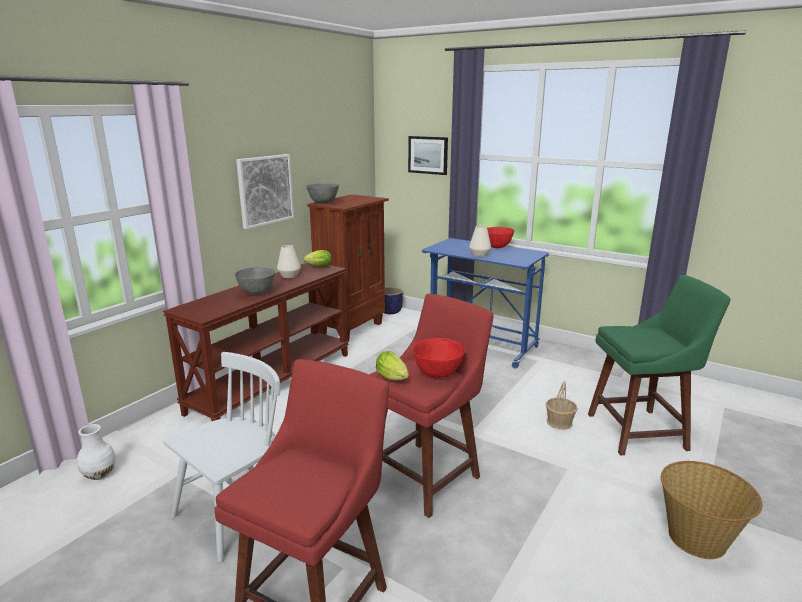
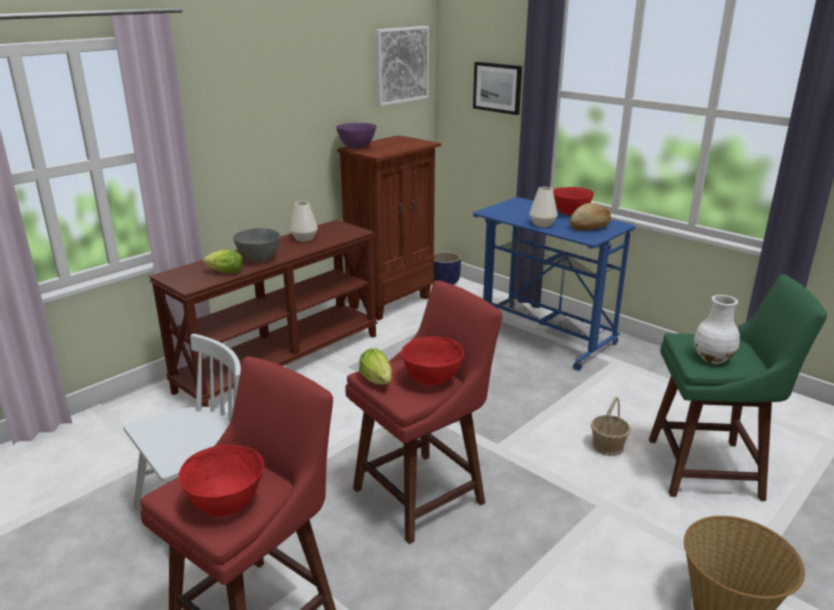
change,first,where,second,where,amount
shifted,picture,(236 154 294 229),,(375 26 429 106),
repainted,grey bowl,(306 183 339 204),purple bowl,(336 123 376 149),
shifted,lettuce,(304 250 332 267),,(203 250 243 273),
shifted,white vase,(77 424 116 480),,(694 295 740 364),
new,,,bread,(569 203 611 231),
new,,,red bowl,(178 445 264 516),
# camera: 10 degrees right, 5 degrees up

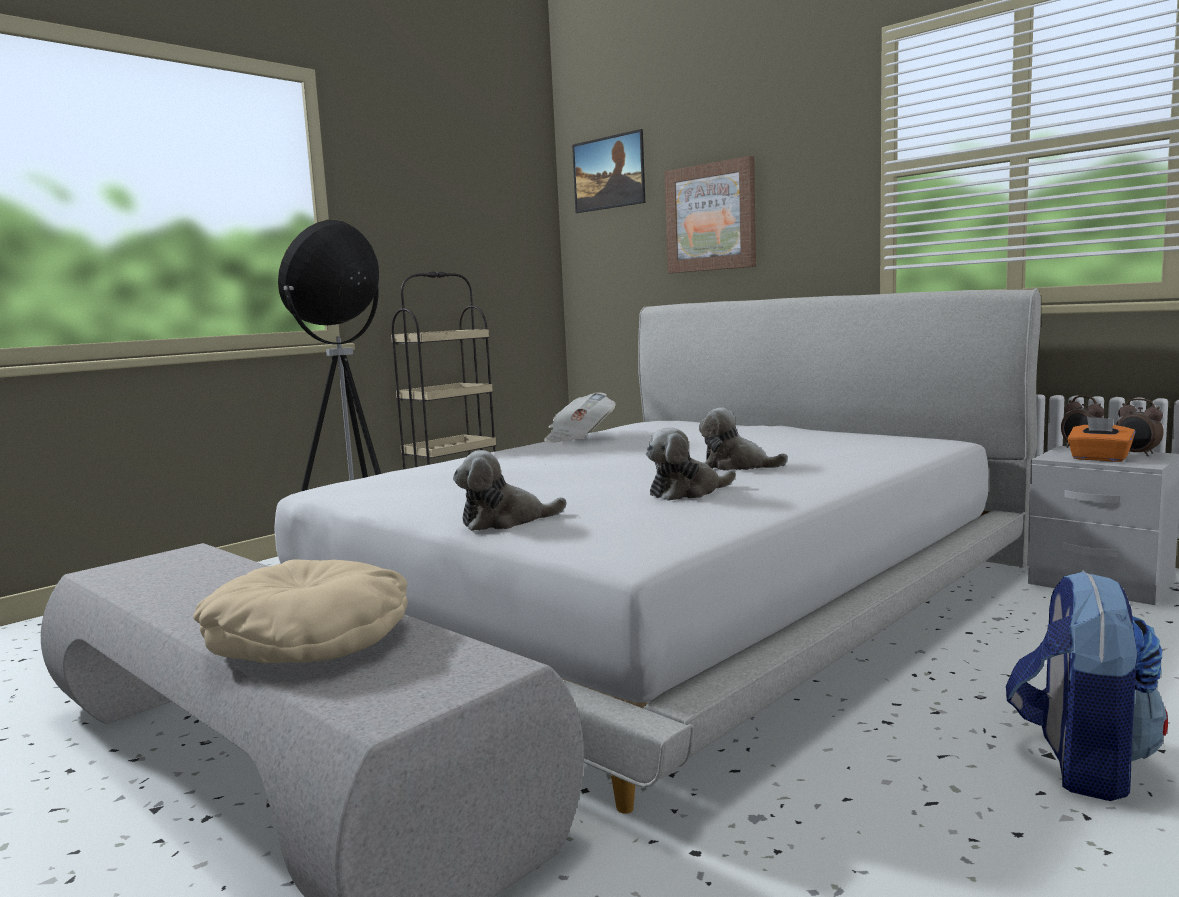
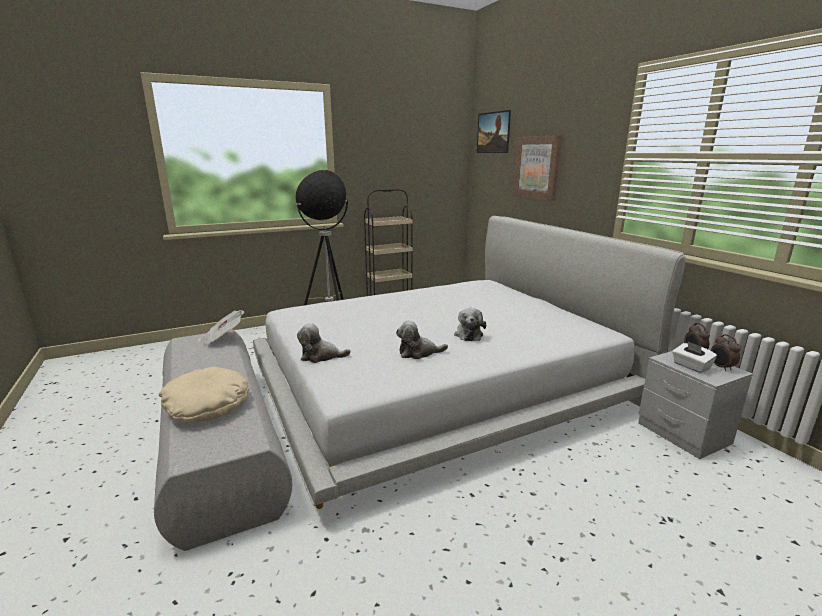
change,first,where,second,where,amount
shifted,newspaper,(544 392 616 443),,(197 310 244 345),
rotated,plush toy,(699 408 788 470),,(454 308 486 341),135 degrees counterclockwise
repainted,orange tissue box,(1067 417 1135 462),white tissue box,(672 341 717 373),
gone,backpack,(1006 570 1168 801),,,
# camera: 20 degrees right, 10 degrees up

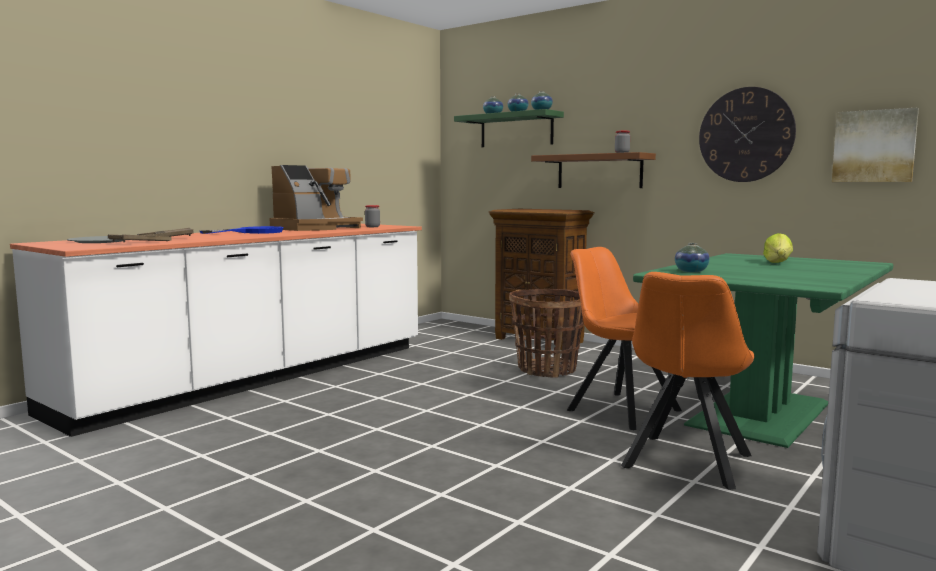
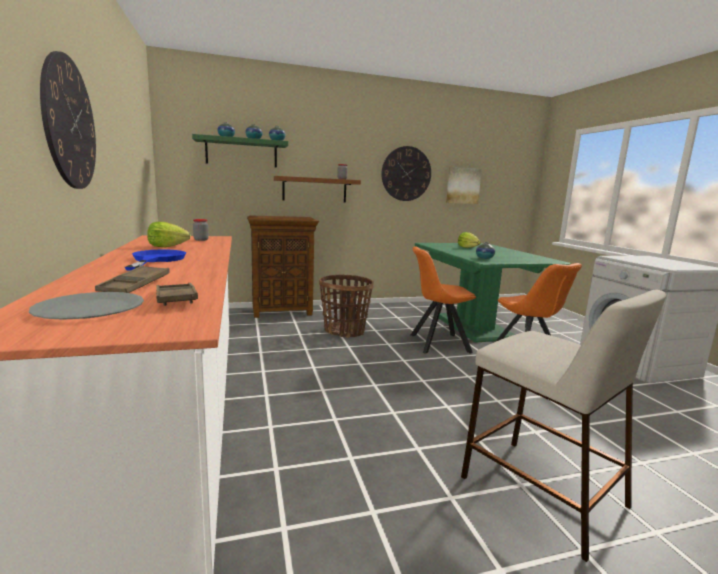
change,first,where,second,where,amount
swapped,coffee machine,(270 165 363 231),lettuce,(147 222 191 247),
new,,,wall clock,(40 51 96 189),
new,,,beige stool,(461 290 666 562),
# camera: 55 degrees left, 5 degrees up

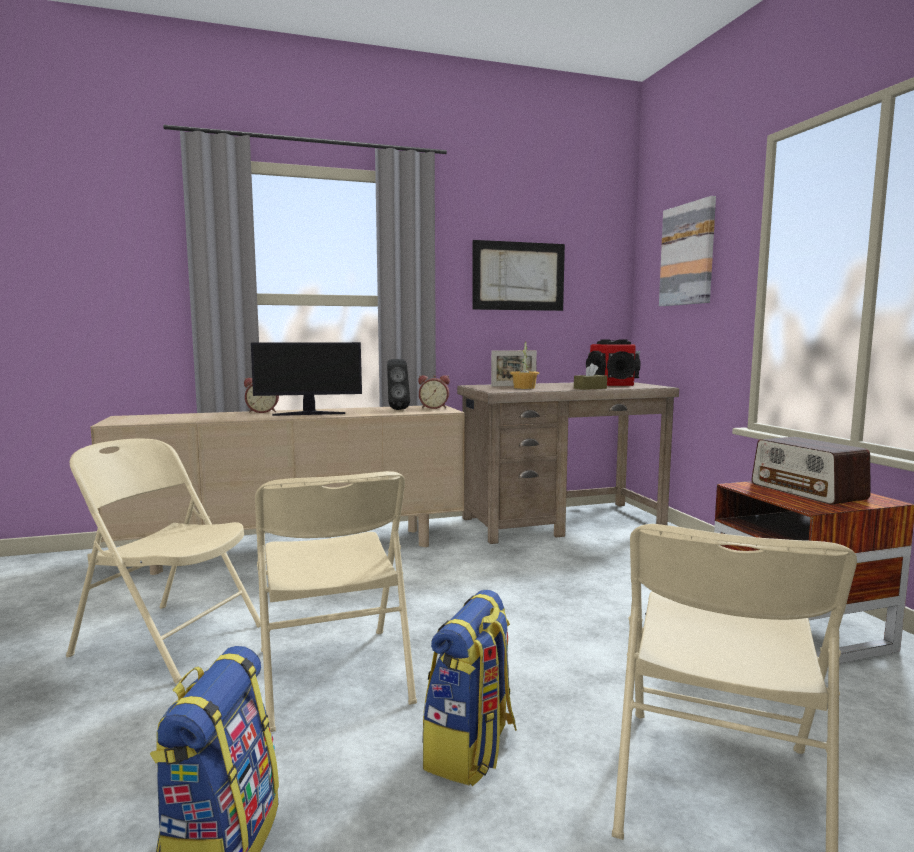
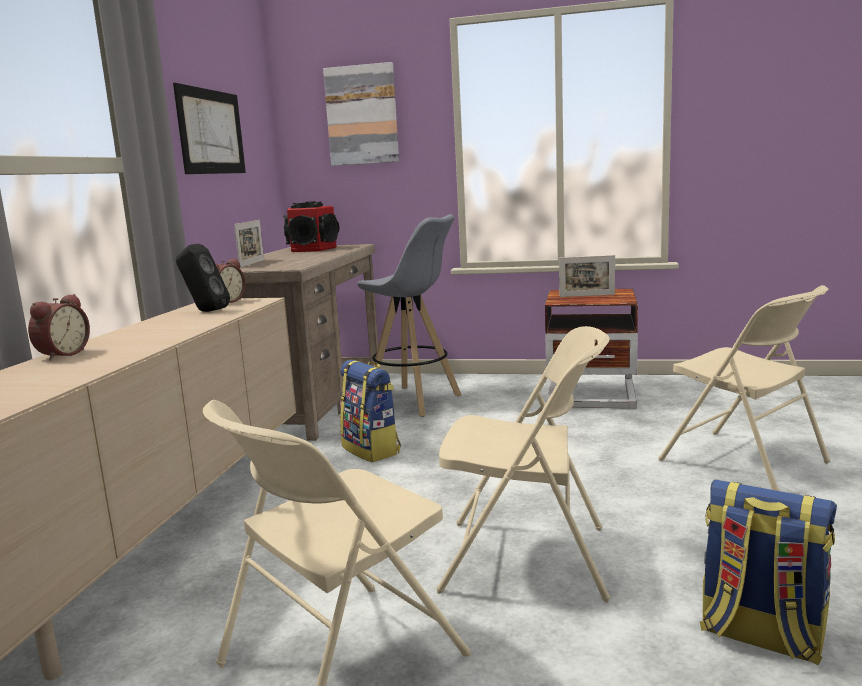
change,first,where,second,where,amount
gone,monitor,(251 342 362 416),,,
gone,potted plant,(510 342 539 389),,,
gone,brown tissue box,(574 363 607 390),,,
swapped,radio,(752 437 871 504),picture frame,(559 255 615 297),
shifted,backpack,(422 589 517 786),,(340 360 401 462),
new,,,grey stool,(357 214 462 417),
# camera: 60 degrees left, 5 degrees up

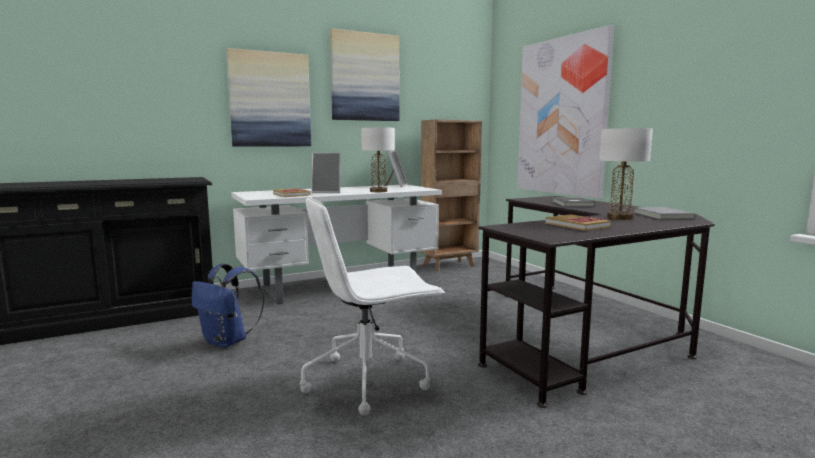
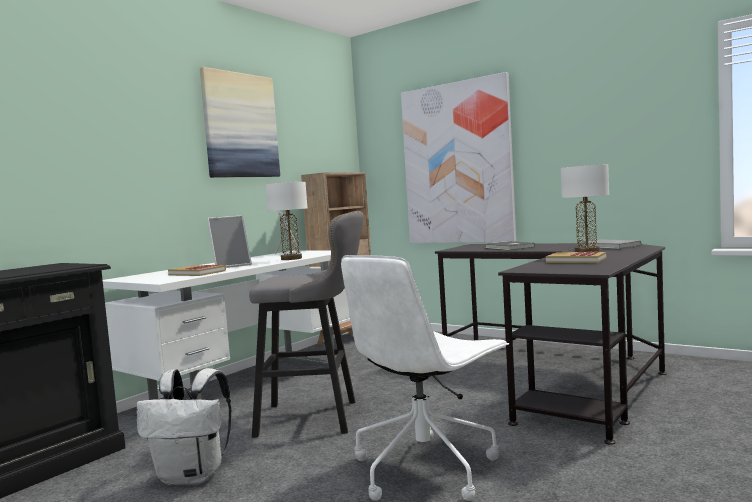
change,first,where,second,where,amount
gone,picture,(226 48 311 147),,,
repainted,blue backpack,(192 264 264 348),white backpack,(136 368 231 485),
new,,,grey stool,(249 211 364 438),
# camera: 25 degrees left, 5 degrees down

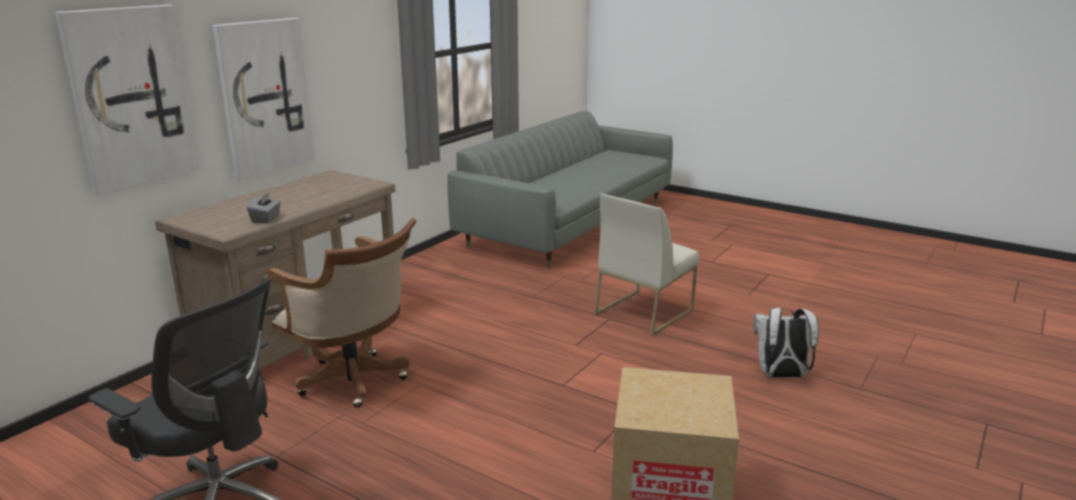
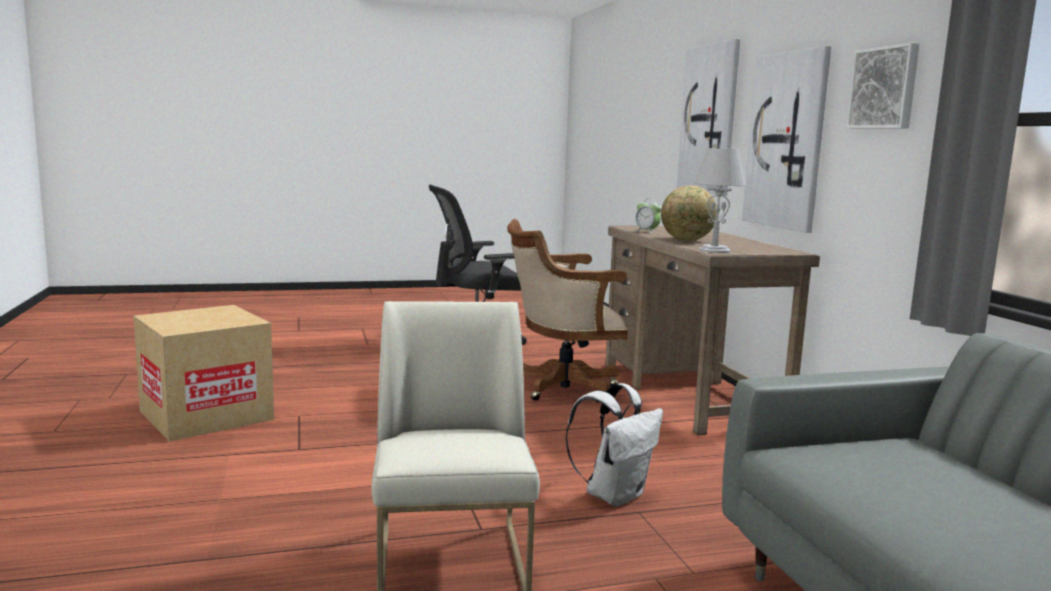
change,first,where,second,where,amount
swapped,grey tissue box,(247 192 281 223),alarm clock,(635 198 662 234),
shifted,white backpack,(753 308 819 378),,(565 383 663 507),
new,,,picture,(846 43 920 129),
new,,,grey table lamp,(694 148 746 253),
new,,,globe,(661 185 717 241),
# camera: 130 degrees right, 10 degrees down

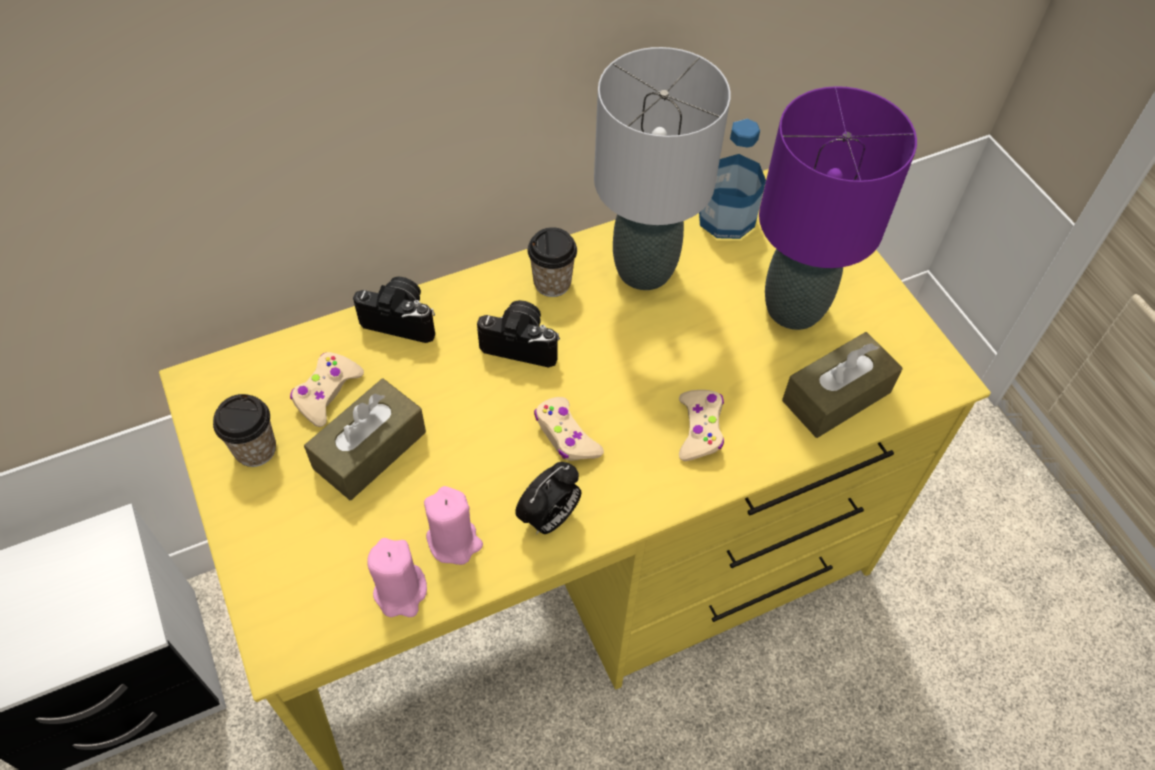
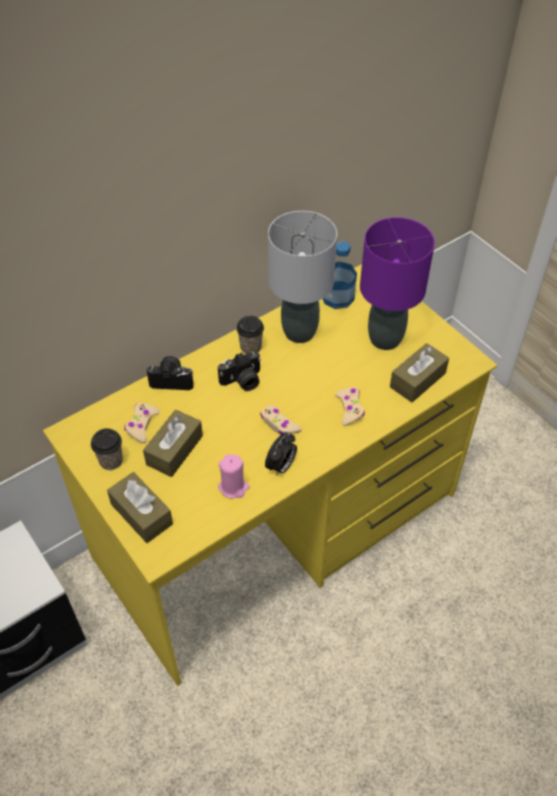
change,first,where,second,where,amount
rotated,photo camera,(477 300 560 368),,(218 351 261 391),150 degrees clockwise
gone,pink candle,(367 538 427 617),,,
new,,,brown tissue box,(107 472 173 543),
# camera: 10 degrees left, 5 degrees down

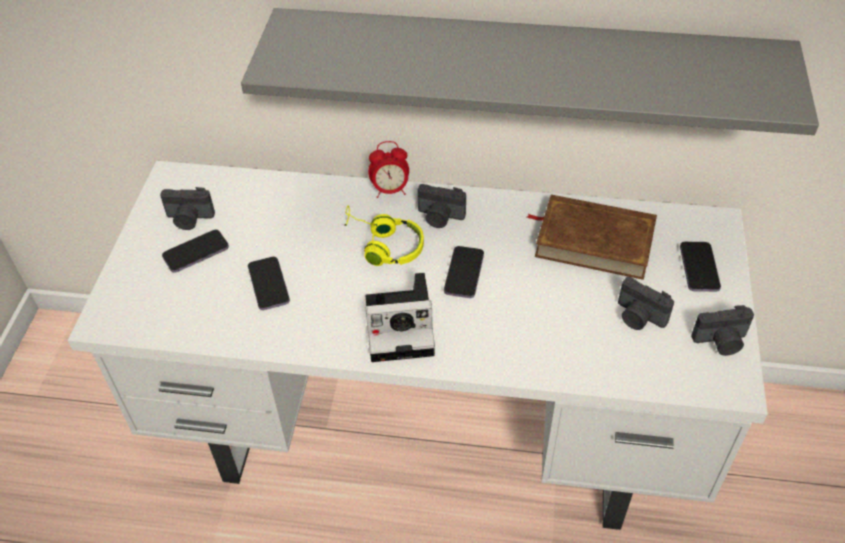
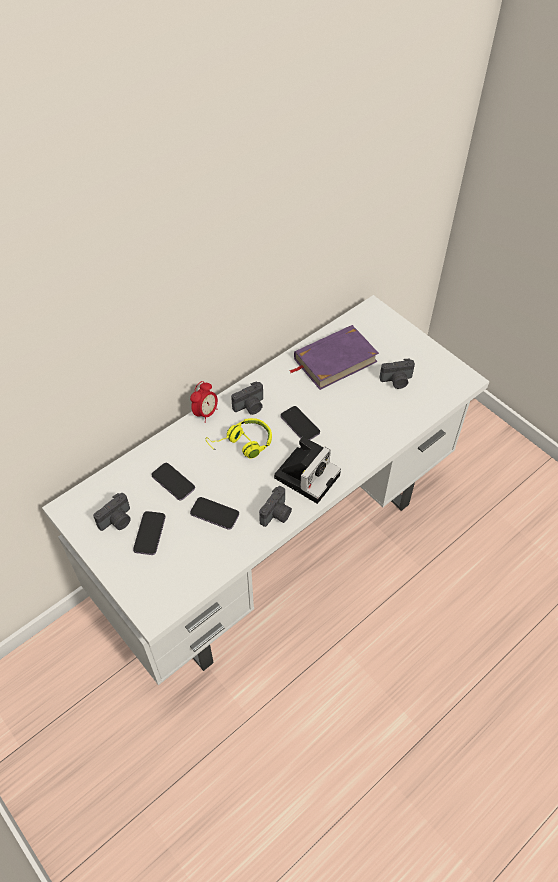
change,first,where,second,where,amount
gone,grey shelf,(241 8 819 135),,,
repainted,brown book,(527 195 657 280),purple book,(290 325 379 390),
shifted,phone,(680 242 721 292),,(151 463 195 500),
shifted,photo camera,(691 305 754 356),,(259 486 292 527),
# camera: 50 degrees left, 5 degrees up

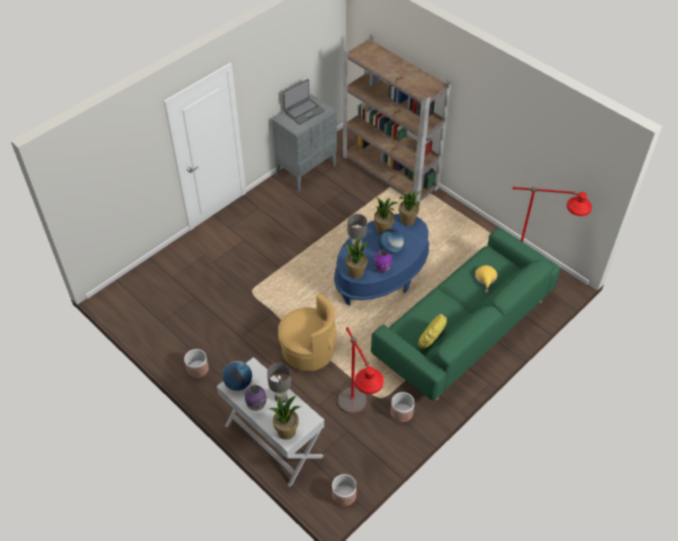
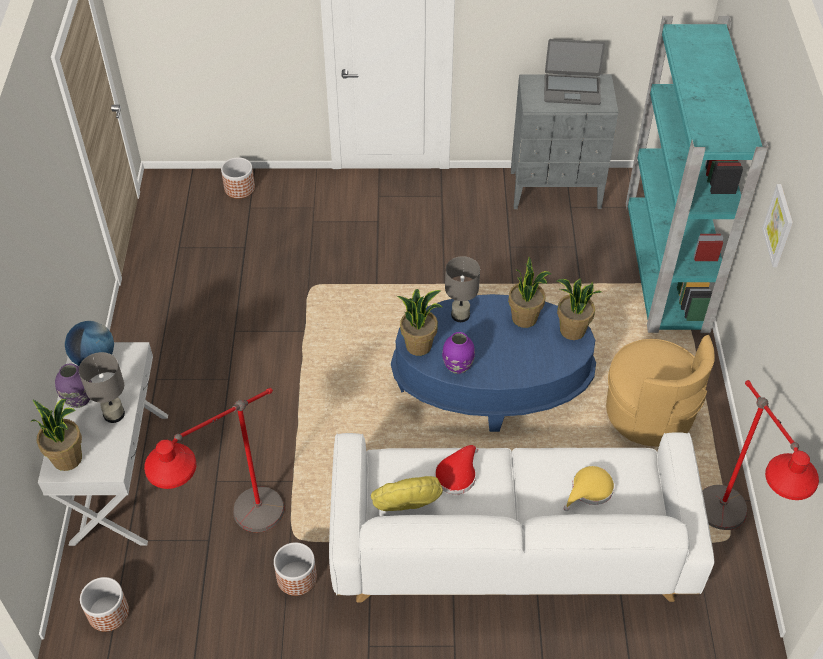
change,first,where,second,where,amount
repainted,brown bookcase,(343 34 452 202),turquoise bookcase,(626 16 768 333),
repainted,green sofa,(371 228 560 401),white sofa,(329 432 714 603),
gone,globe,(379 229 404 254),,,
shifted,beige armchair,(278 293 337 371),,(606 335 714 447),
shifted,planter,(184 349 209 378),,(221 157 255 199),
new,,,picture,(762 184 793 267),
new,,,red hat,(435 445 478 494),
# camera: 45 degrees right, 0 degrees up

